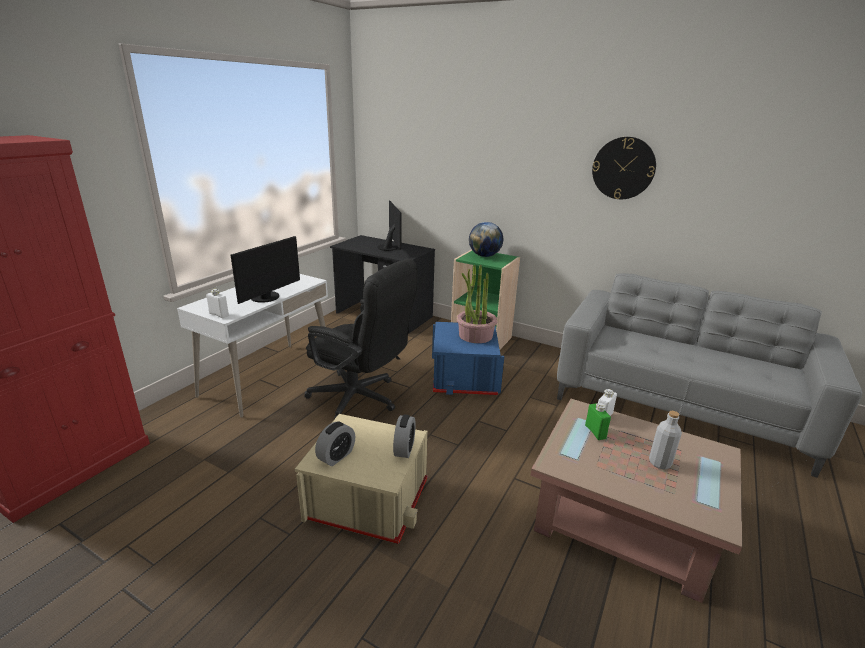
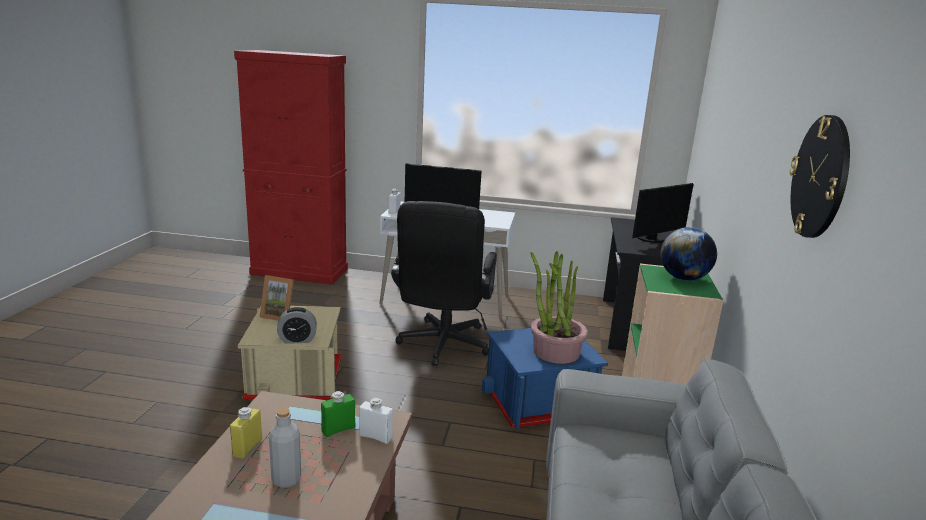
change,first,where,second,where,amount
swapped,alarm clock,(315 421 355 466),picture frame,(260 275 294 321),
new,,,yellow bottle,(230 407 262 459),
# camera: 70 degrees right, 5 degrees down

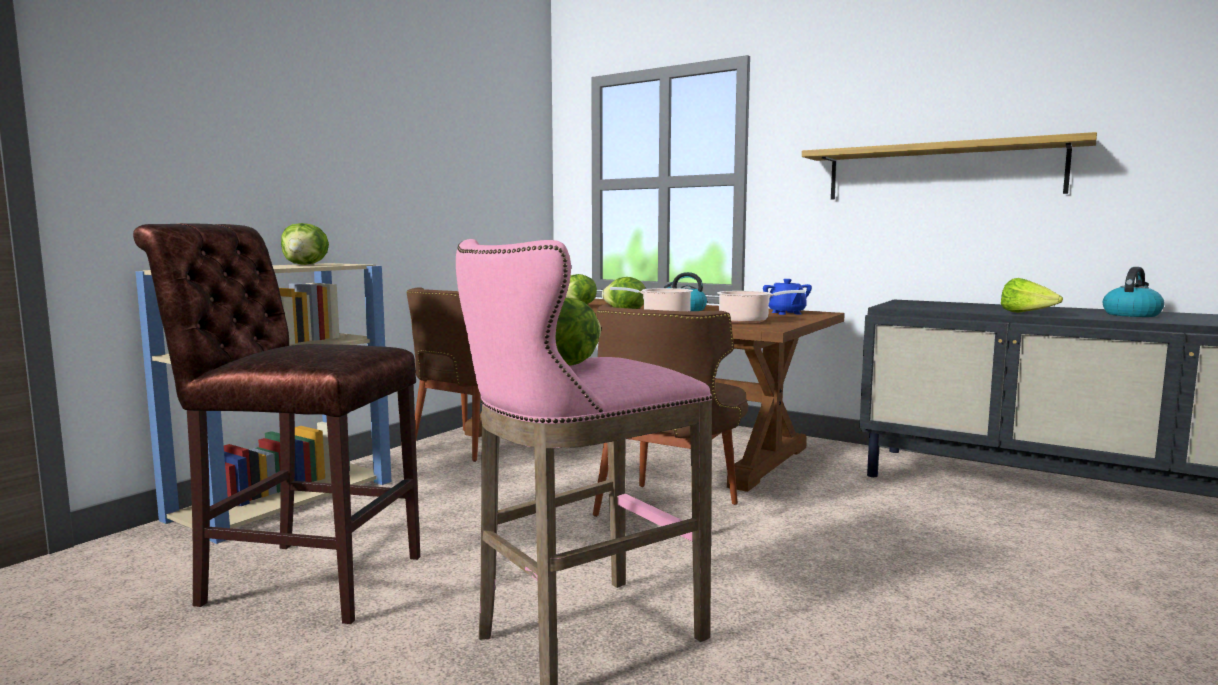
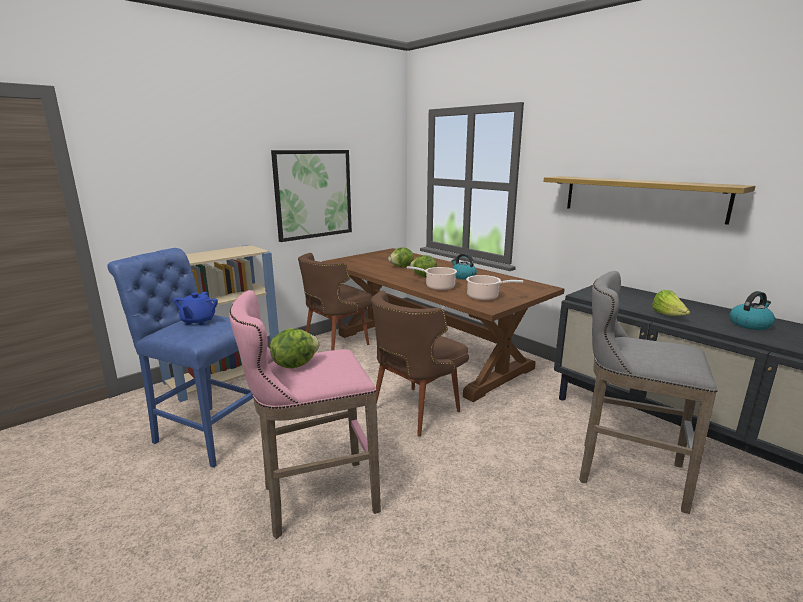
change,first,where,second,where,amount
repainted,brown stool,(133 223 420 624),blue stool,(107 248 253 468),
gone,lettuce,(281 223 329 265),,,
shifted,blue teapot,(763 279 812 315),,(174 292 218 325),
new,,,picture,(271 150 352 242),
new,,,grey stool,(579 271 717 514),
# camera: 15 degrees right, 10 degrees up

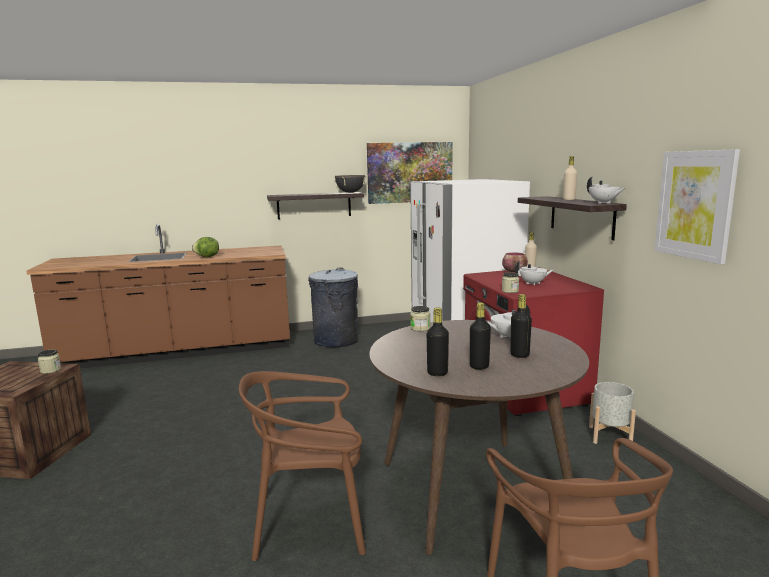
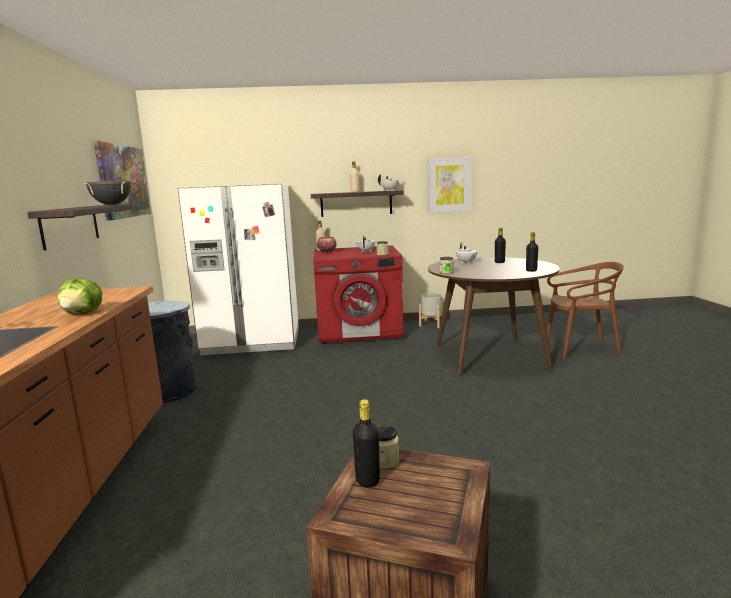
change,first,where,second,where,amount
shifted,black bottle,(470 302 491 370),,(353 399 380 487),
gone,brown chair,(239 371 366 561),,,
# camera: 80 degrees left, 0 degrees up

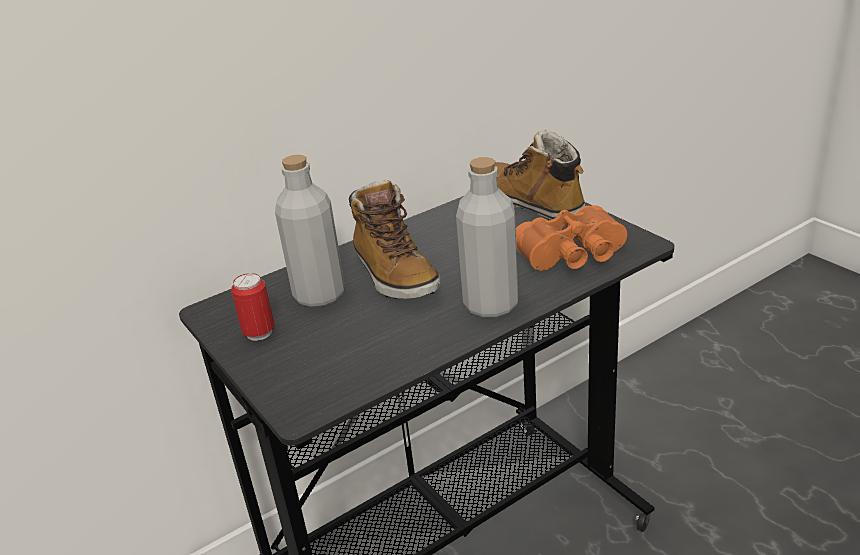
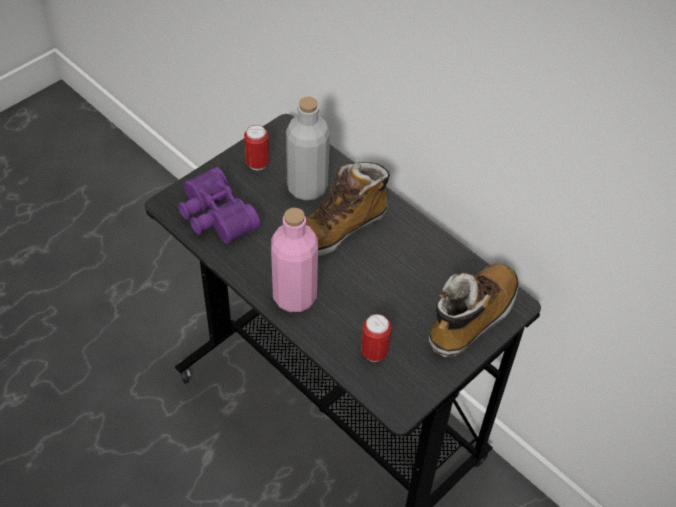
change,first,where,second,where,amount
repainted,grey bottle,(456 157 518 318),pink bottle,(271 208 318 312),
swapped,orange binoculars,(516 205 627 271),can,(361 314 391 362),
new,,,purple binoculars,(178 167 261 244),
# camera: 75 degrees right, 20 degrees up

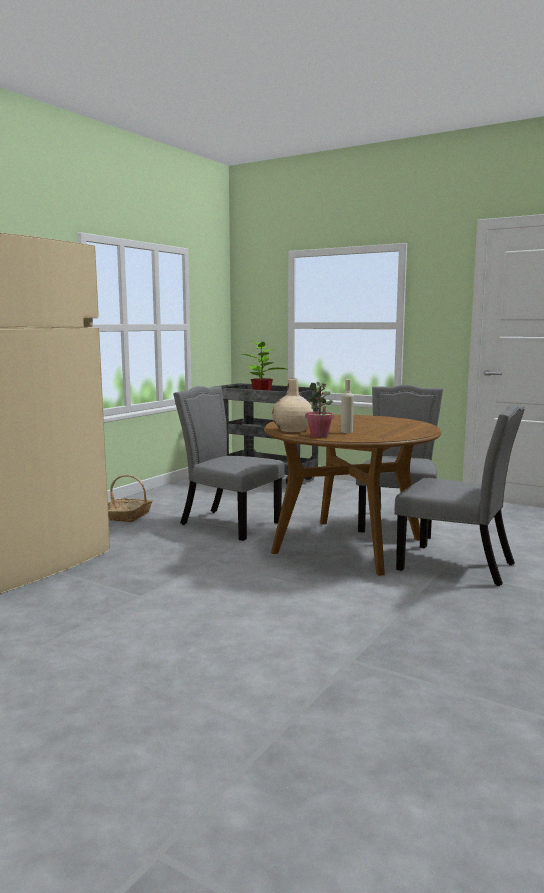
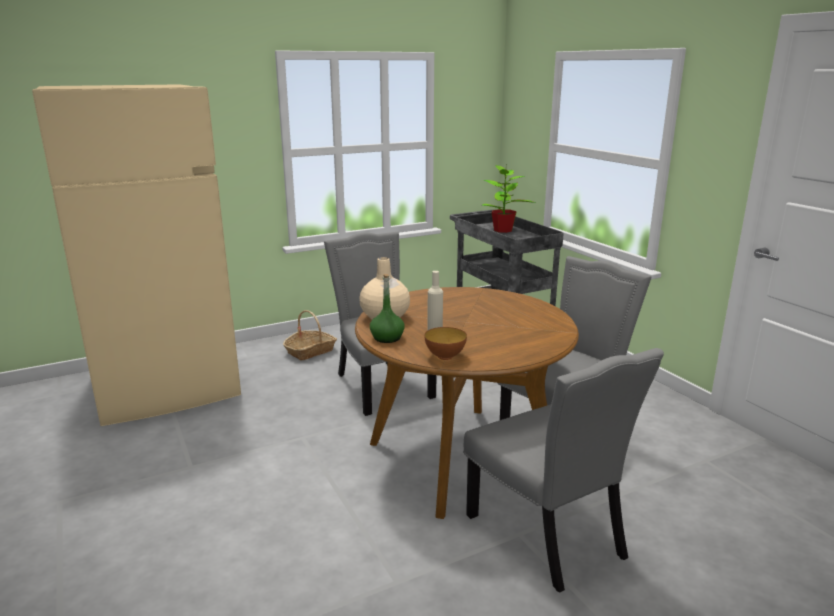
change,first,where,second,where,amount
swapped,potted plant,(305 382 334 438),green bottle,(370 274 405 343),
new,,,bowl,(424 327 467 360),
# camera: 30 degrees right, 10 degrees up

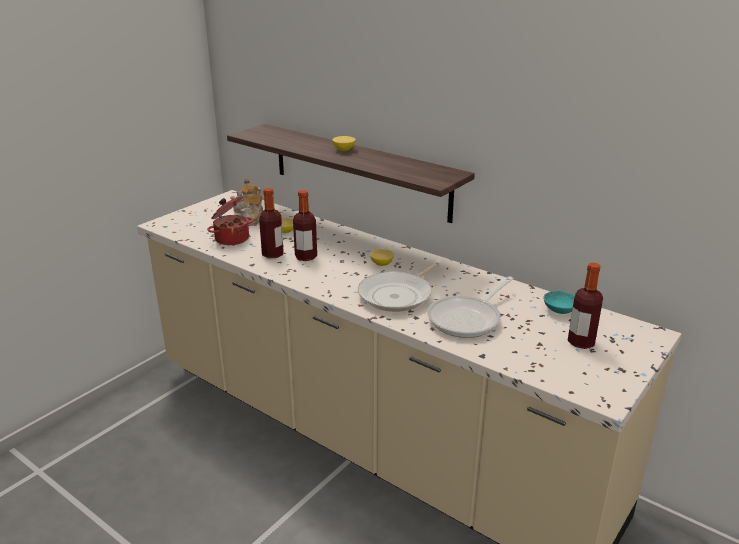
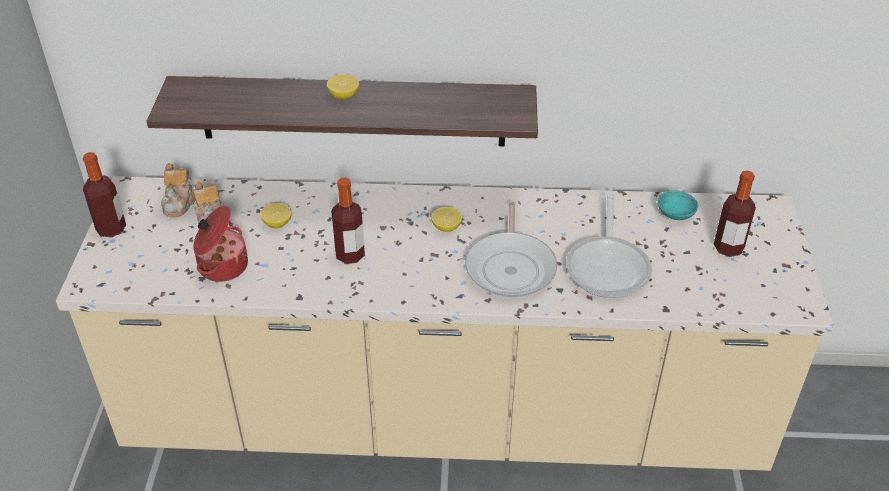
change,first,where,second,where,amount
shifted,bottle,(259 188 284 258),,(83 152 126 238),
# camera: 35 degrees left, 15 degrees up

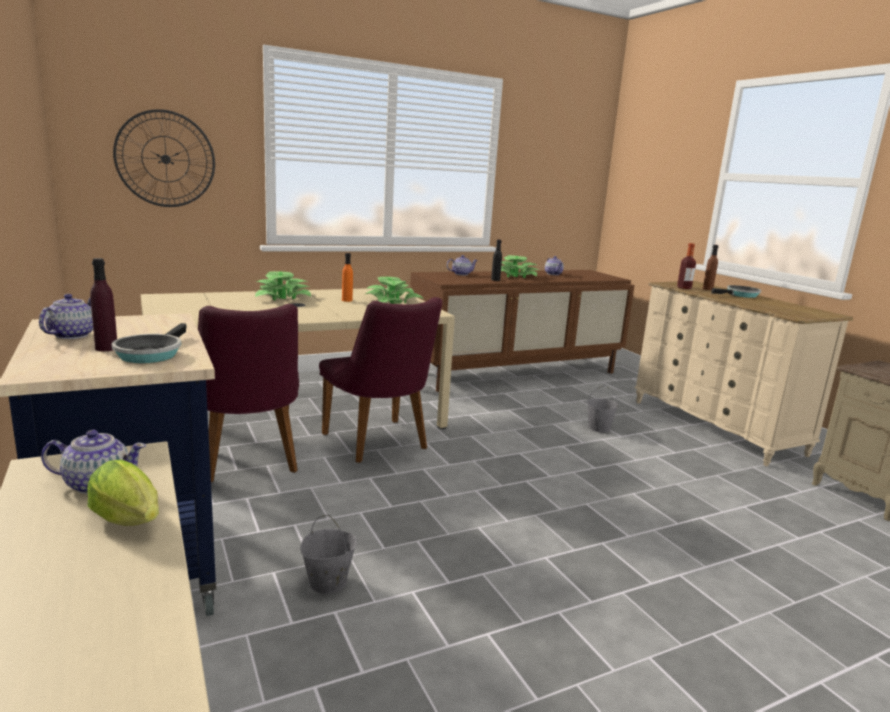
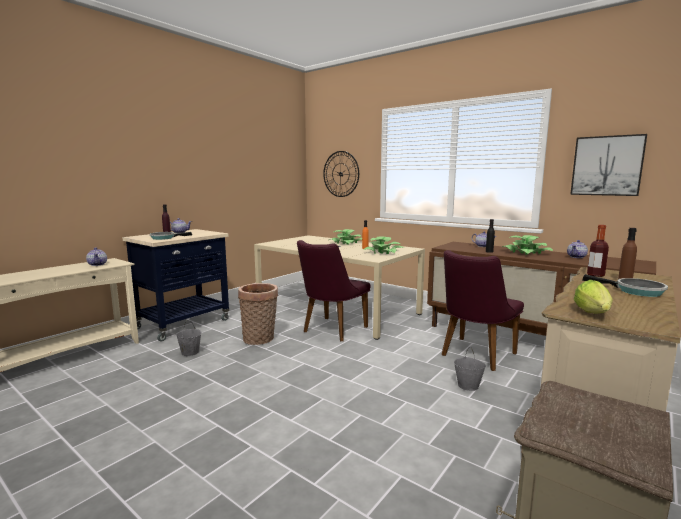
change,first,where,second,where,amount
shifted,purple chair,(198 304 299 483),,(442 250 524 371),
shifted,lettuce,(87 459 159 526),,(574 280 613 313),
new,,,picture,(570 134 647 196),
new,,,basket,(238 283 278 345),
# camera: 65 degrees right, 5 degrees down

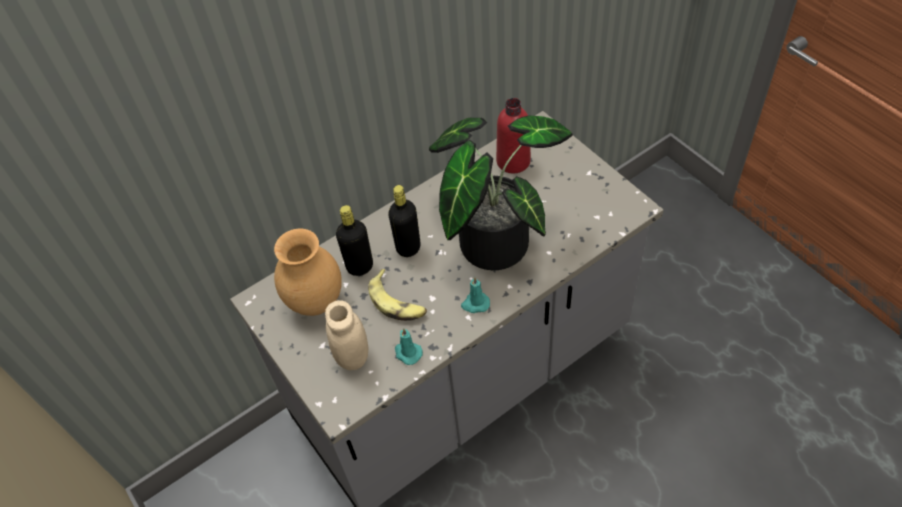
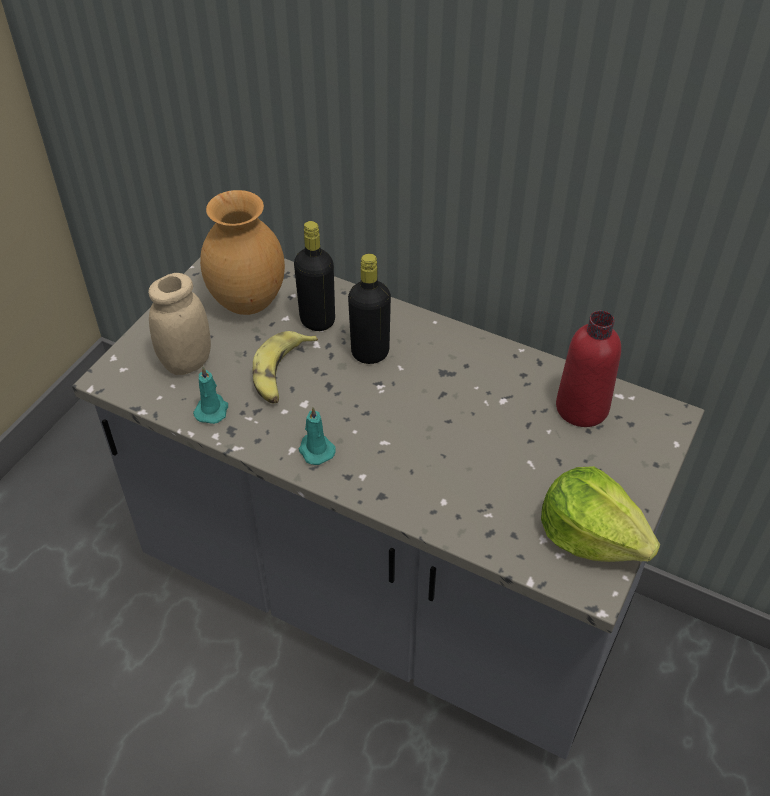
change,first,where,second,where,amount
gone,potted plant,(429 115 573 270),,,
new,,,lettuce,(541 466 660 562),
# camera: 60 degrees right, 5 degrees down

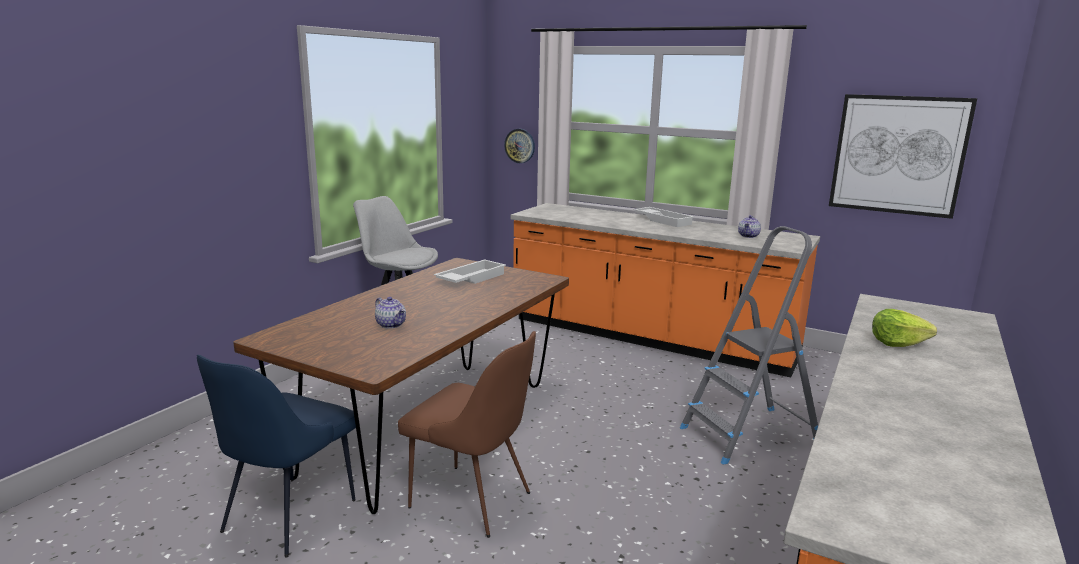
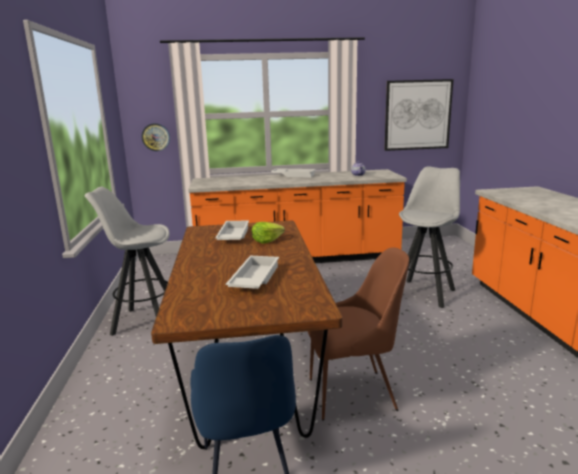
change,first,where,second,where,amount
swapped,grey step ladder,(680 226 818 464),grey stool,(399 166 460 308),
swapped,teapot,(375 297 406 329),white tray,(226 256 279 289),
shifted,lettuce,(872 309 937 347),,(252 222 285 243),
# camera: 35 degrees left, 0 degrees up

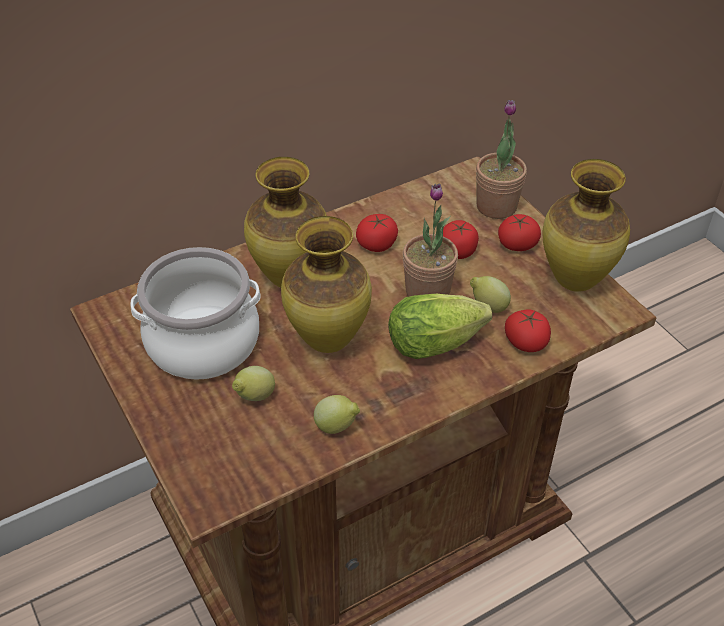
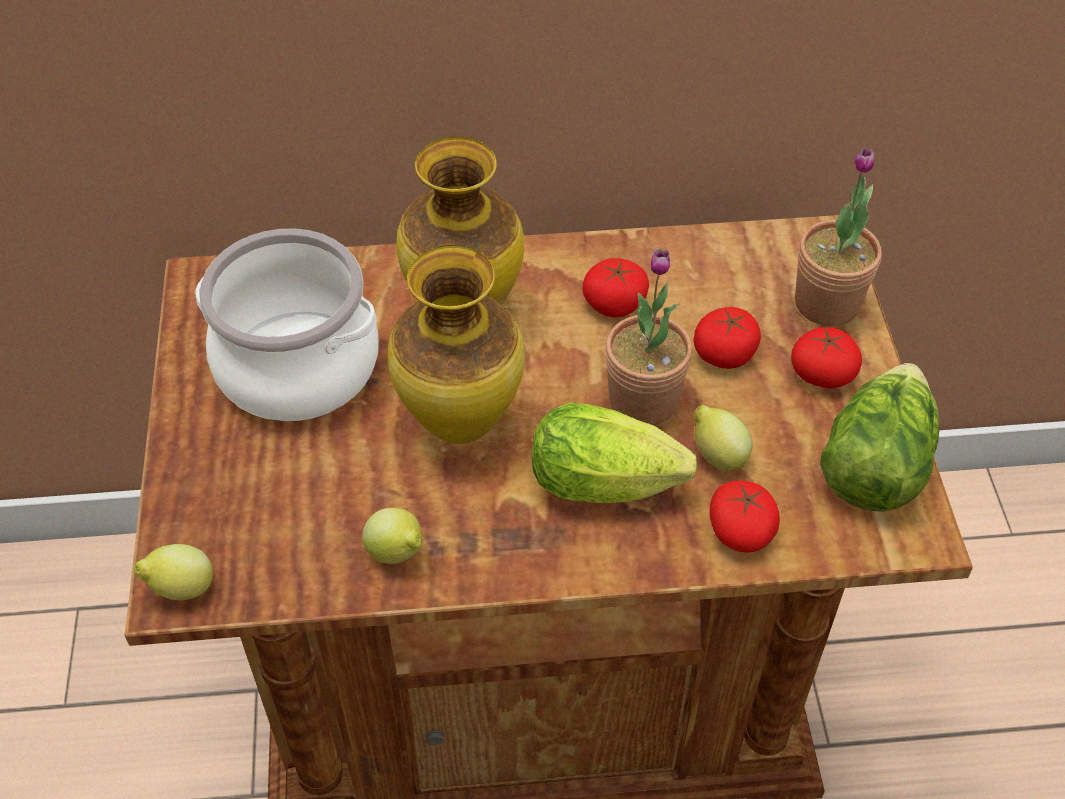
change,first,where,second,where,amount
swapped,vase,(542 159 630 292),lettuce,(820 363 939 512),
shifted,lemon,(232 366 275 401),,(134 544 213 600),
# camera: 25 degrees right, 5 degrees up

